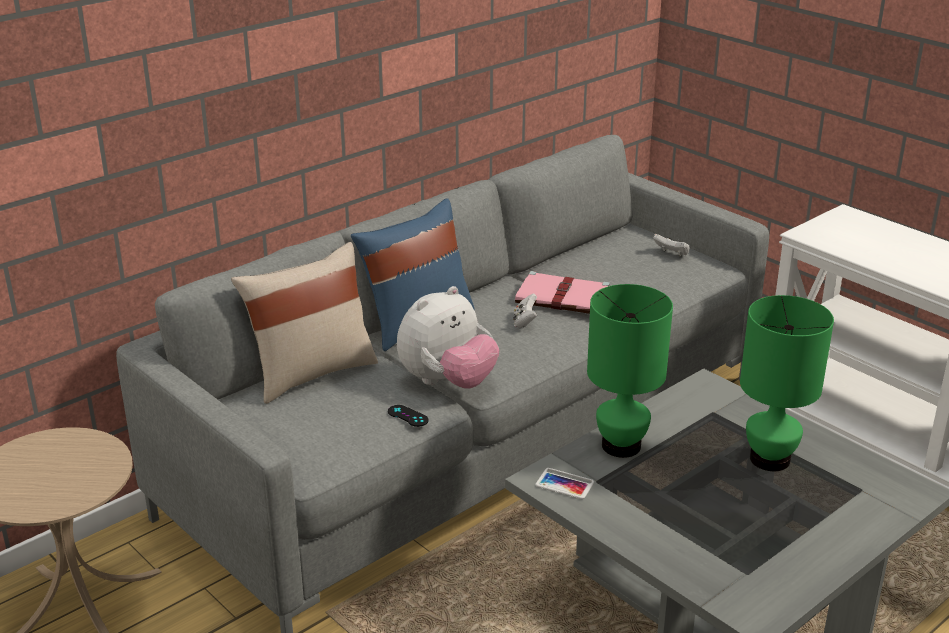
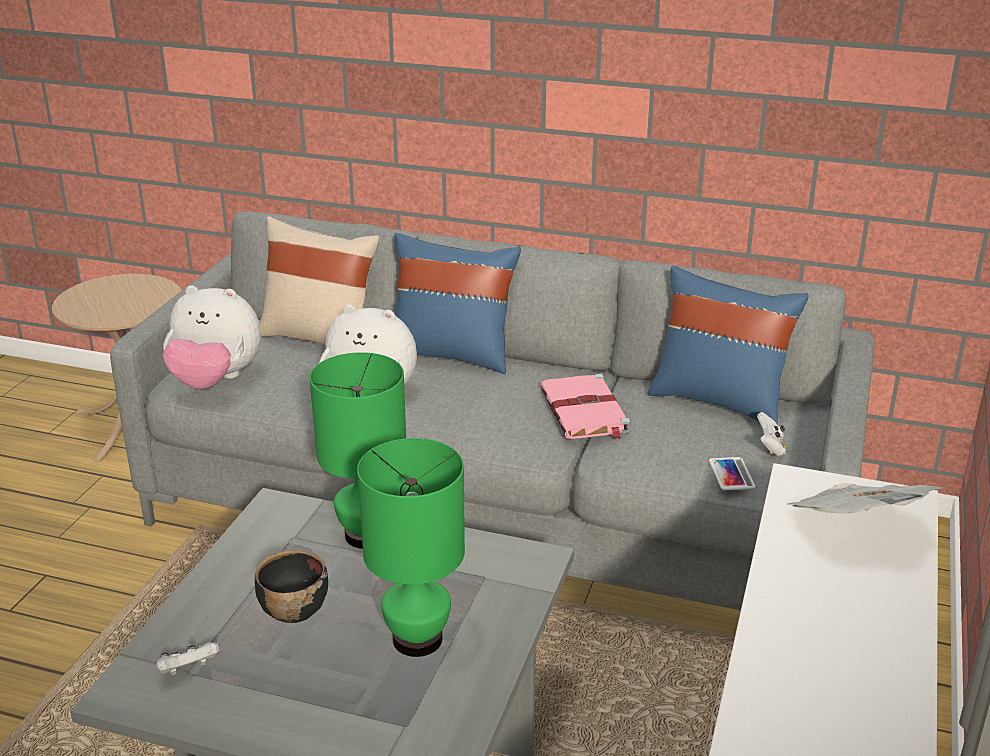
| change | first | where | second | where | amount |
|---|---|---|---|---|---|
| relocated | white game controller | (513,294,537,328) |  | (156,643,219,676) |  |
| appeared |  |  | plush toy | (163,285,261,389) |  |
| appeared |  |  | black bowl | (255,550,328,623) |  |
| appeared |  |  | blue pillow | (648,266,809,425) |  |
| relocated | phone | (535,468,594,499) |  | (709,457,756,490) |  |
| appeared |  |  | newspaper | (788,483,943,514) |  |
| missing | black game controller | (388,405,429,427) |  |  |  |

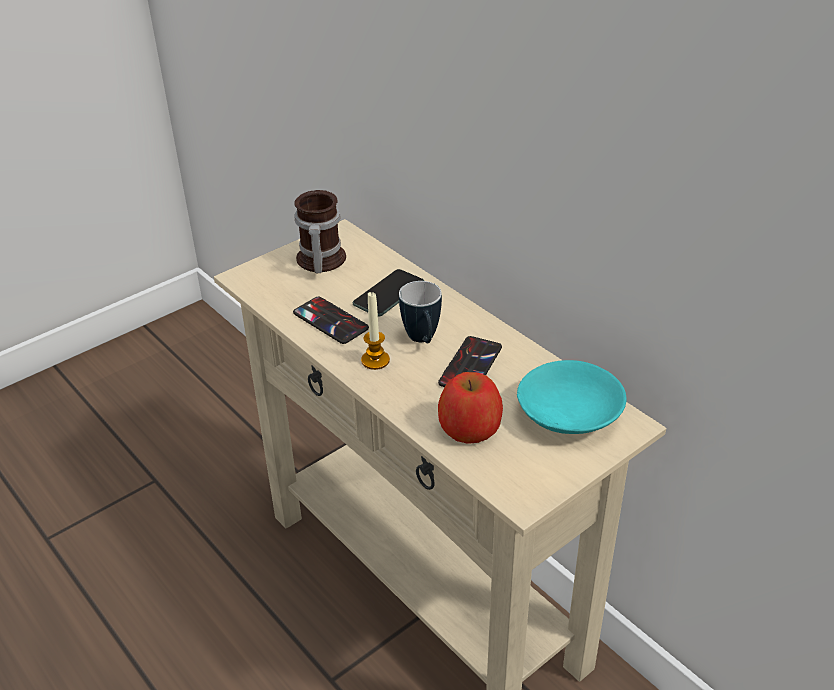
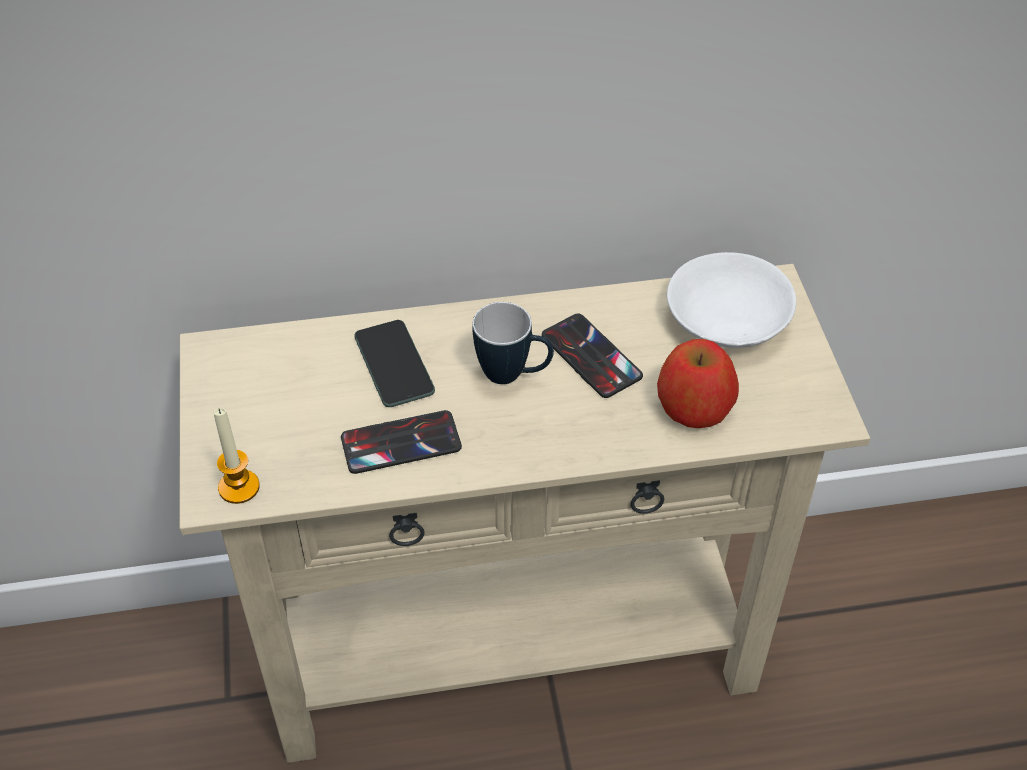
| change | first | where | second | where | amount |
|---|---|---|---|---|---|
| relocated | candle | (361,291,390,370) |  | (214,408,260,504) |  |
| colour | turquoise bowl | (517,360,626,434) | white bowl | (667,252,796,348) |  |
| missing | mug | (294,190,346,273) |  |  |  |

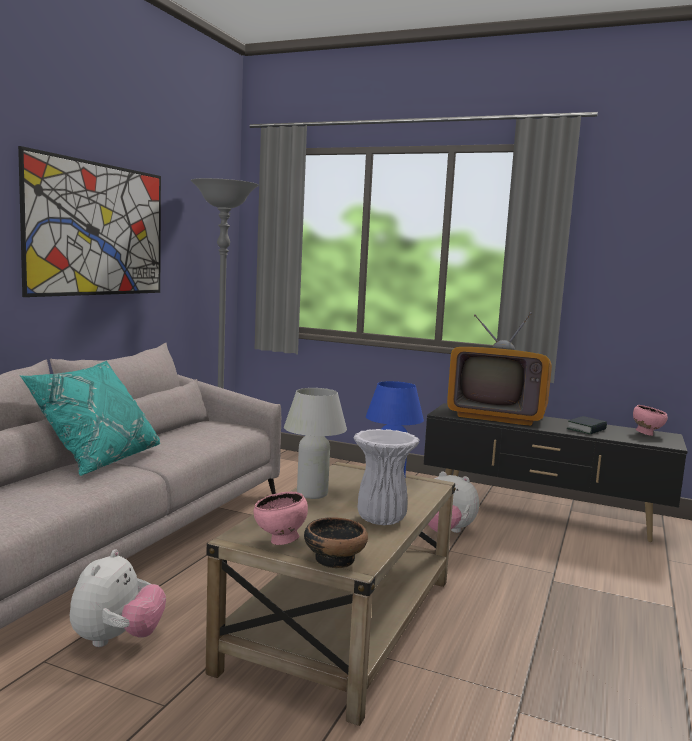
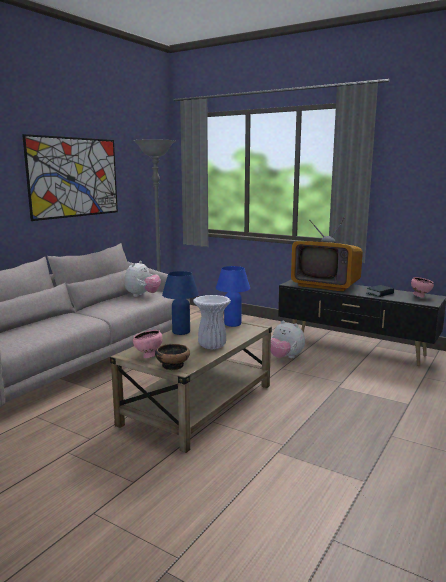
| change | first | where | second | where | amount |
|---|---|---|---|---|---|
| relocated | plush toy | (70,549,166,647) |  | (124,261,161,297) |  |
| colour | white table lamp | (284,388,347,499) | blue table lamp | (162,271,199,335) |  |
| missing | turquoise pillow | (20,361,161,476) |  |  |  |

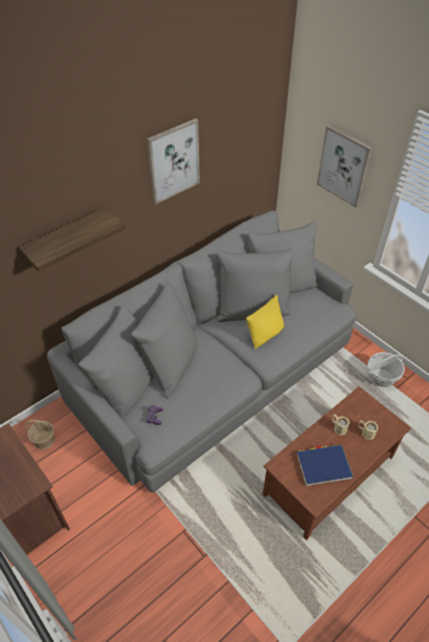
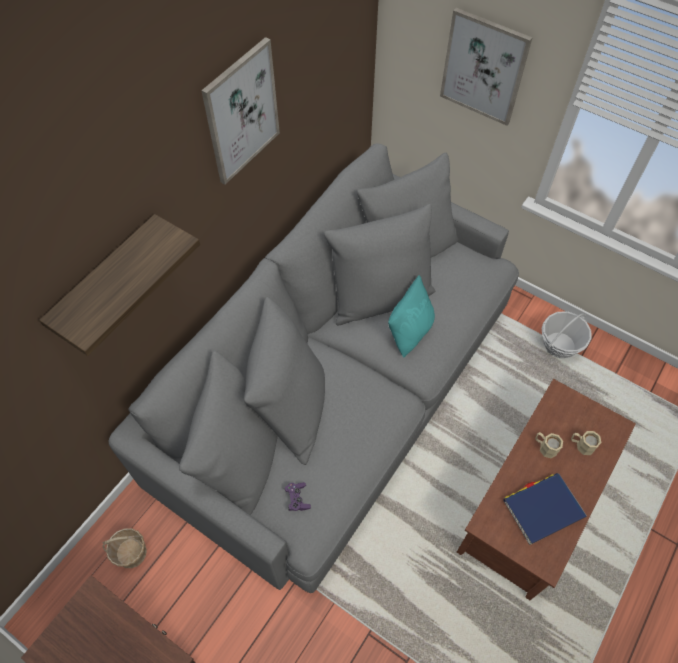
| change | first | where | second | where | amount |
|---|---|---|---|---|---|
| colour | yellow pillow | (246,295,285,349) | turquoise pillow | (388,275,435,358) |  |

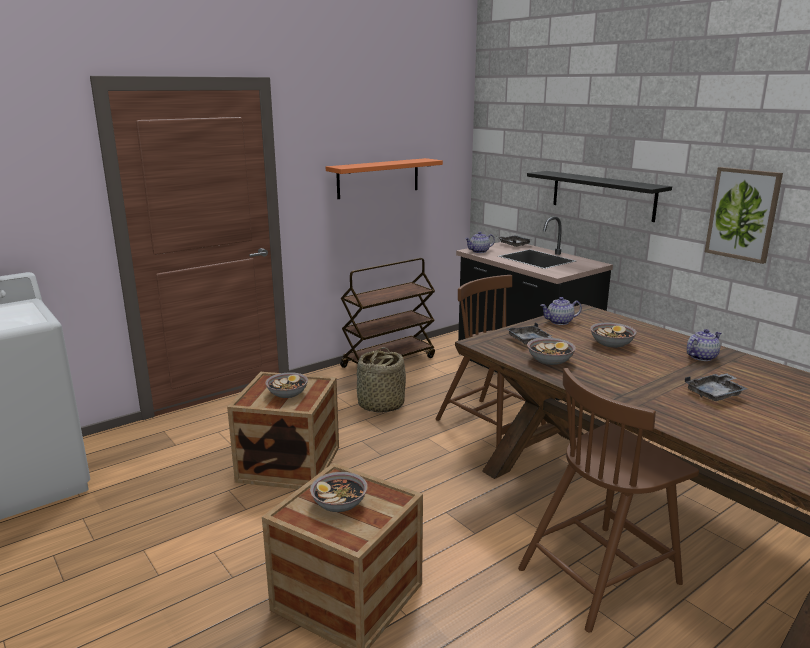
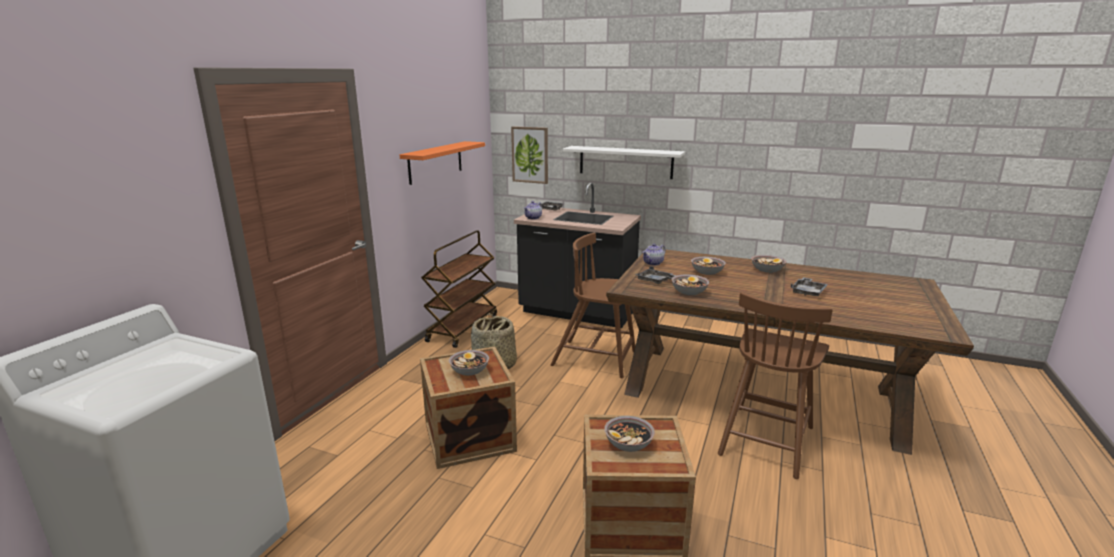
| change | first | where | second | where | amount |
|---|---|---|---|---|---|
| relocated | picture | (705,167,783,264) |  | (511,126,548,184) |  |
| colour | black shelf | (527,171,672,222) | white shelf | (563,146,685,179) |  |
| exchanged | teapot | (687,329,721,361) | bowl | (751,255,787,273) |  |

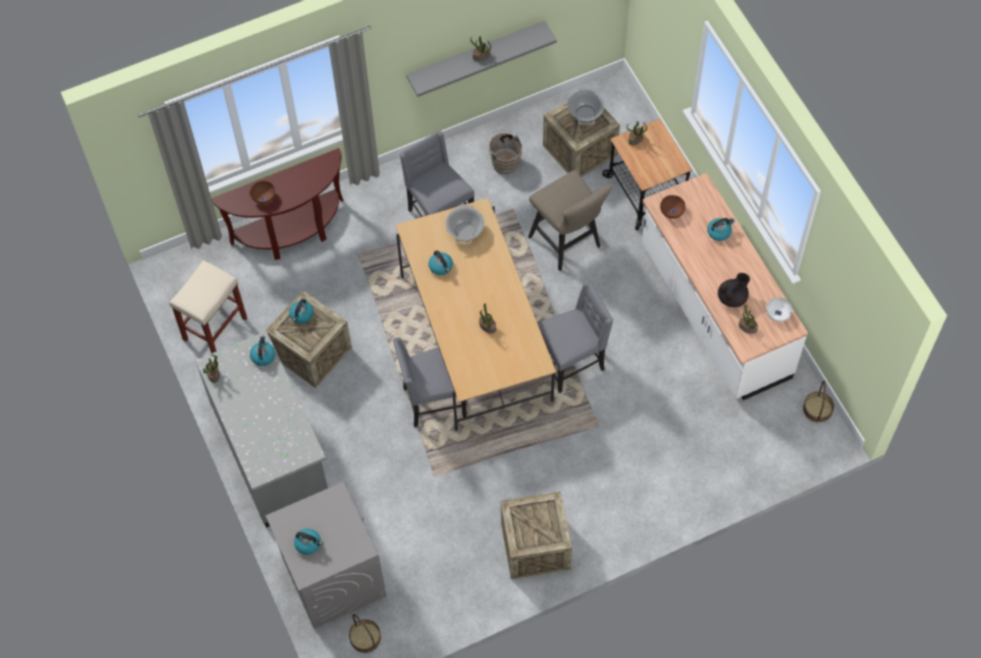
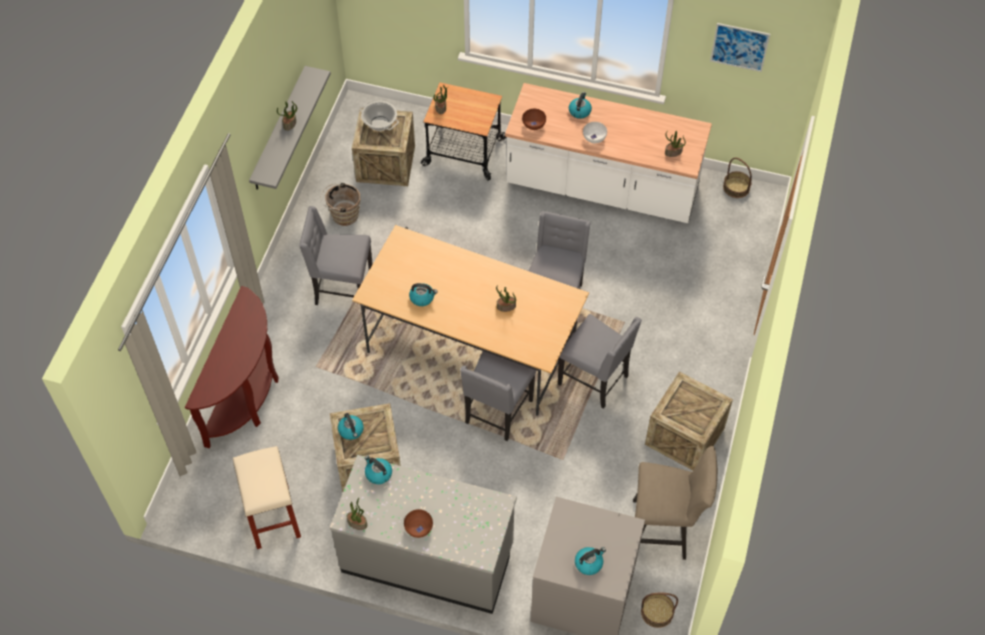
| change | first | where | second | where | amount |
|---|---|---|---|---|---|
| relocated | brown bowl | (250,181,275,204) |  | (404,509,433,538) |  |
| appeared |  |  | grey chair | (558,314,642,409) |  |
| relocated | white bowl | (766,297,792,322) |  | (583,122,607,143) |  |
| relocated | beige stool | (528,170,612,271) |  | (633,446,718,560) |  |
| appeared |  |  | picture | (710,23,770,72) |  |
| missing | cooking pot | (446,205,484,244) |  |  |  |
| missing | black teapot | (718,273,750,307) |  |  |  |

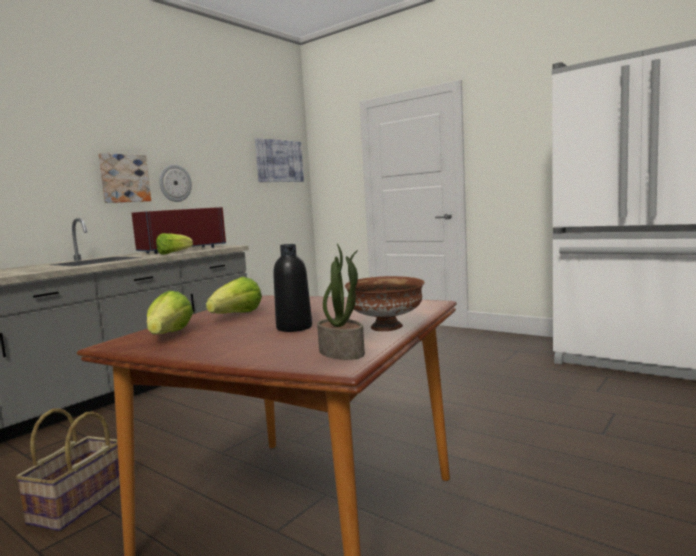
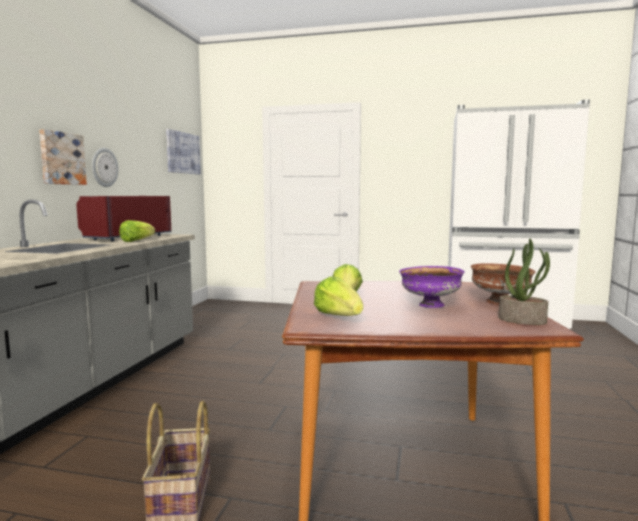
| change | first | where | second | where | amount |
|---|---|---|---|---|---|
| exchanged | black bottle | (273,244,312,332) | purple bowl | (399,266,465,308) |  |

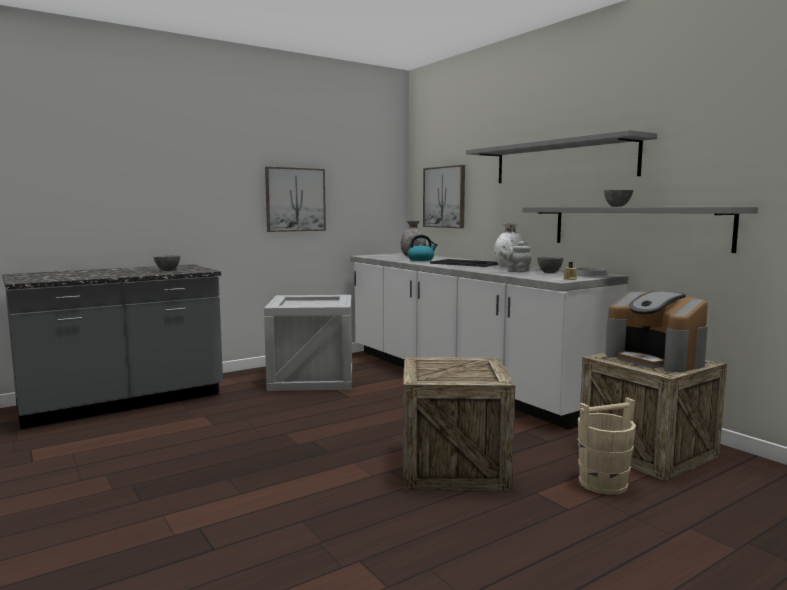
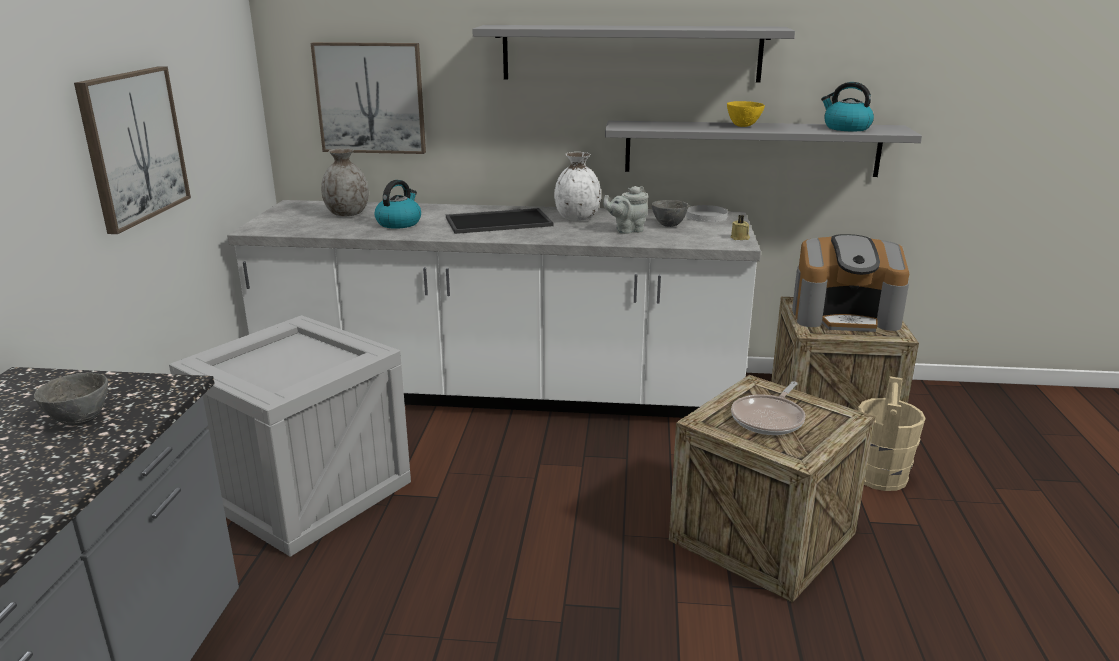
| change | first | where | second | where | amount |
|---|---|---|---|---|---|
| colour | grey bowl | (604,190,633,207) | yellow bowl | (727,101,765,127) |  |
| appeared |  |  | frying pan | (731,381,805,435) |  |
| appeared |  |  | kettle | (821,82,874,131) |  |

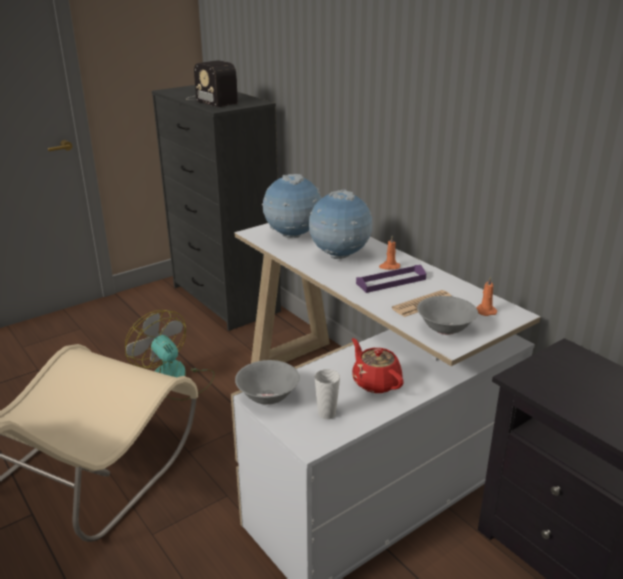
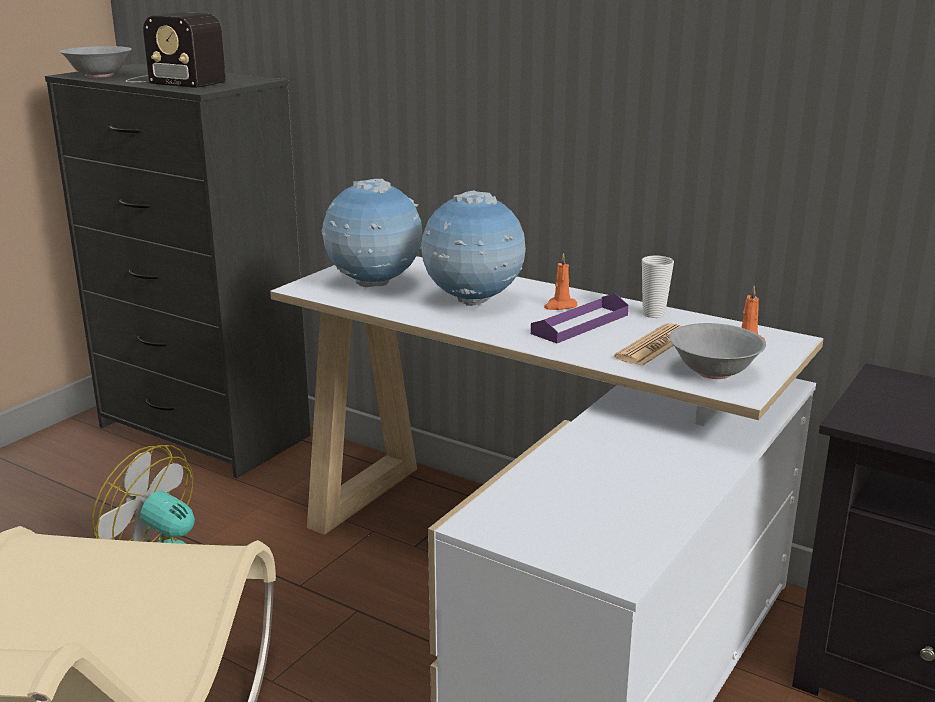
| change | first | where | second | where | amount |
|---|---|---|---|---|---|
| relocated | grey bowl | (235,360,300,405) |  | (60,46,132,78) |  |
| relocated | cup | (315,369,340,419) |  | (642,256,674,318) |  |
| missing | red teapot | (352,338,404,393) |  |  |  |

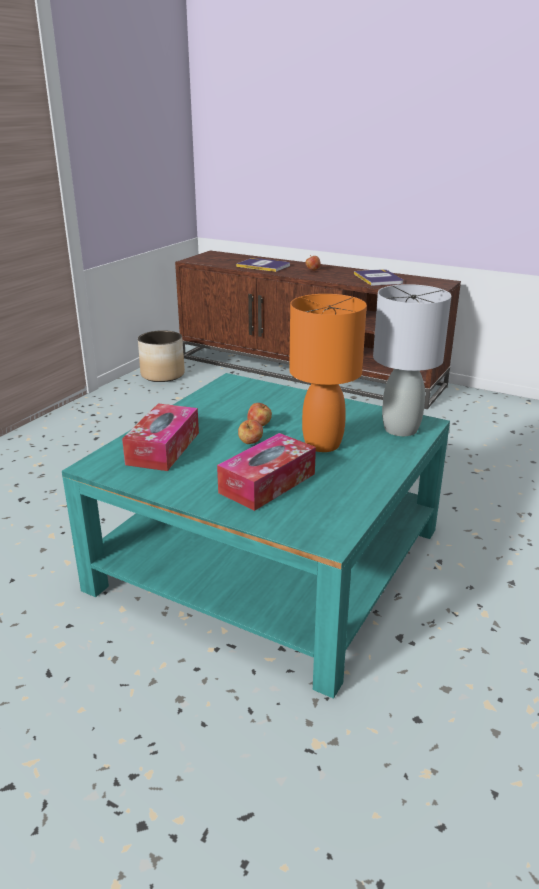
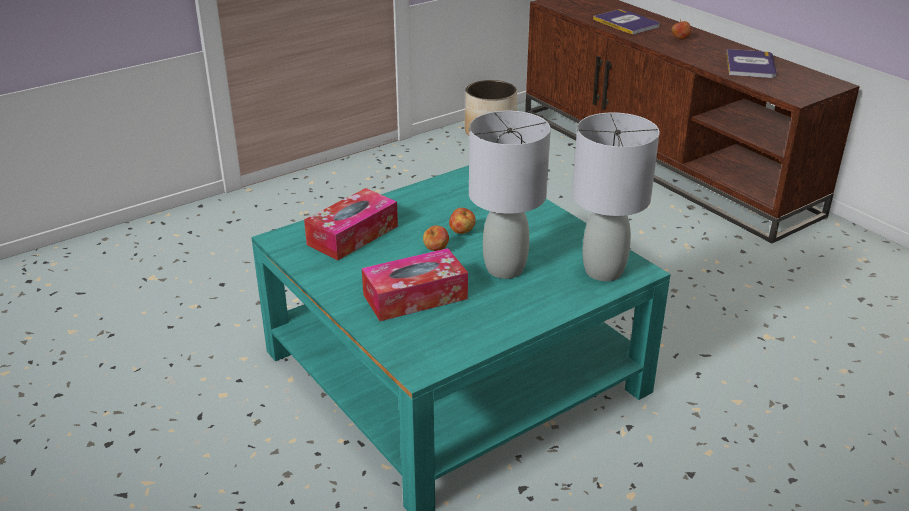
| change | first | where | second | where | amount |
|---|---|---|---|---|---|
| colour | orange table lamp | (289,294,367,452) | grey table lamp | (469,111,551,279) |  |

